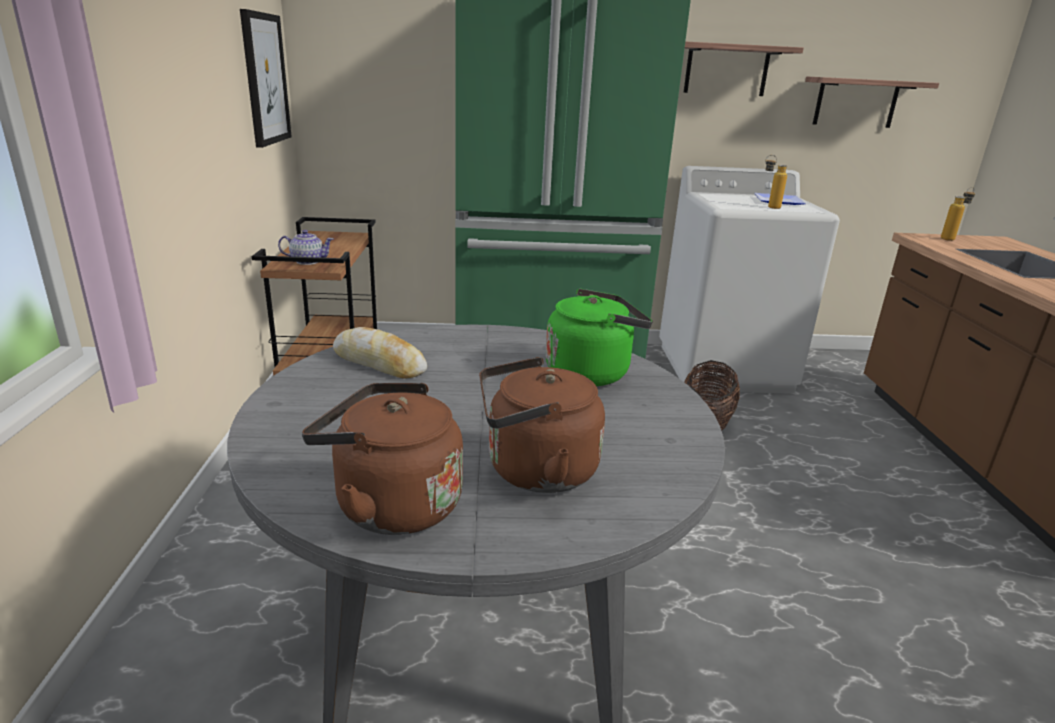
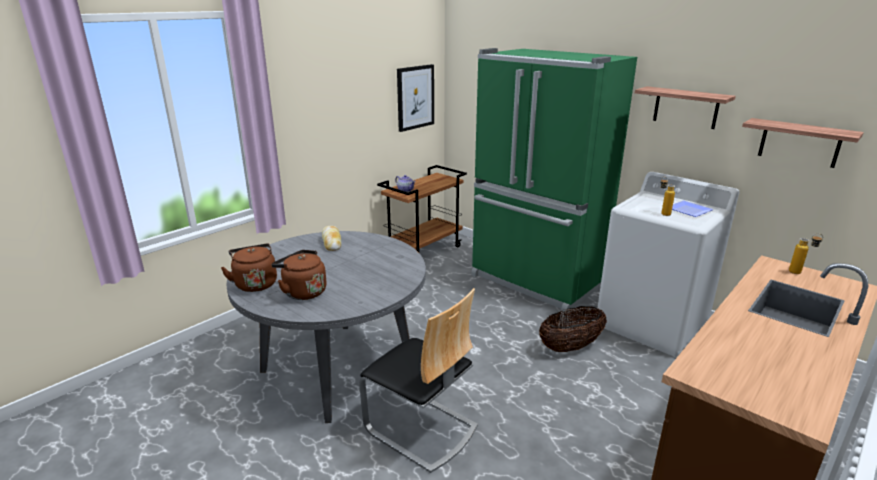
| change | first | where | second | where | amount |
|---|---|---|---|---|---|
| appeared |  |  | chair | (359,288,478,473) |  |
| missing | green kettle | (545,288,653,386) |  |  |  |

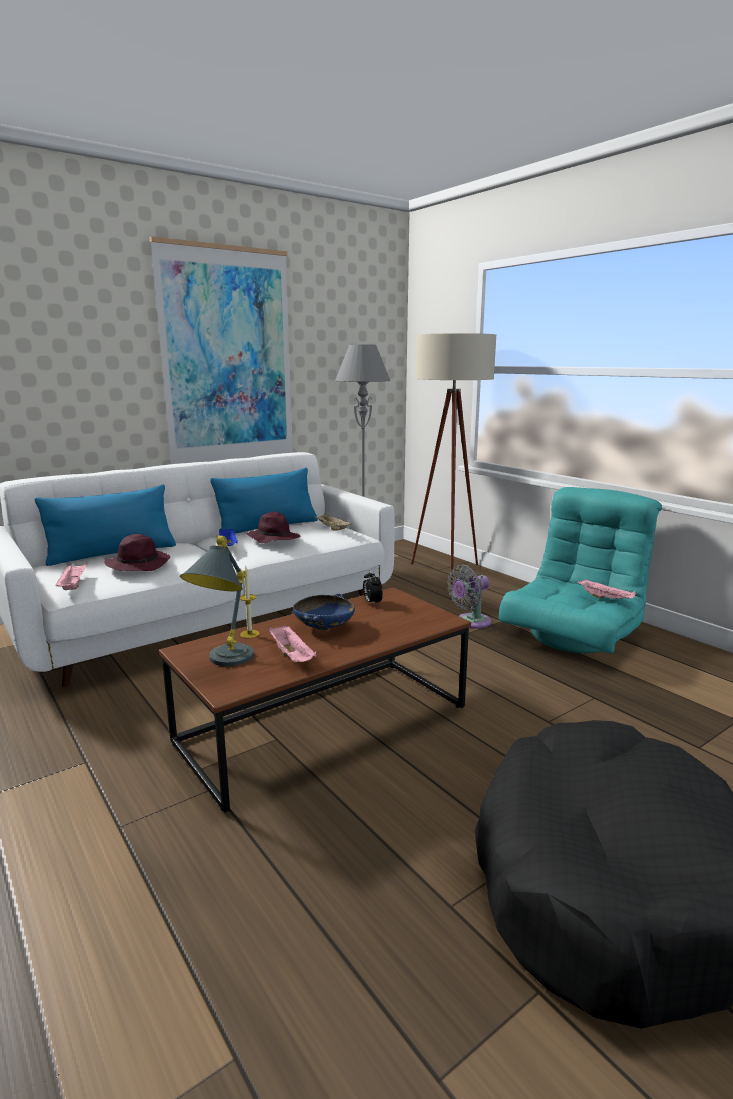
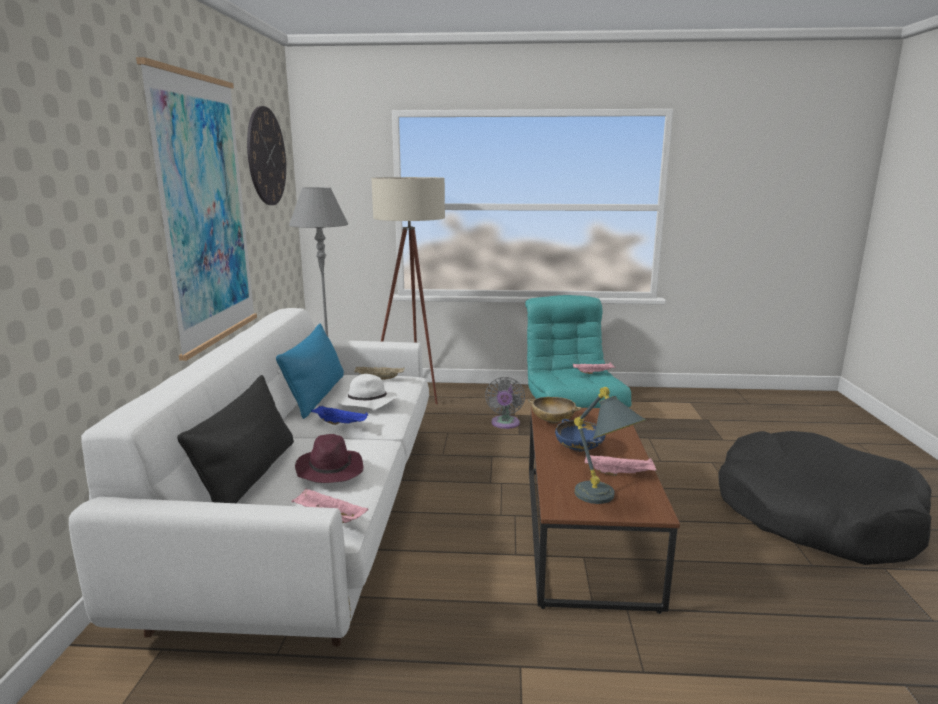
| change | first | where | second | where | amount |
|---|---|---|---|---|---|
| colour | blue pillow | (34,485,176,566) | black pillow | (177,375,294,503) |  |
| appeared |  |  | wall clock | (247,106,286,205) |  |
| colour | purple hat | (247,512,300,543) | white hat | (337,374,397,409) |  |
| exchanged | alarm clock | (363,569,383,606) | beige bowl | (528,397,581,424) |  |
| missing | candle | (240,566,260,638) |  |  |  |

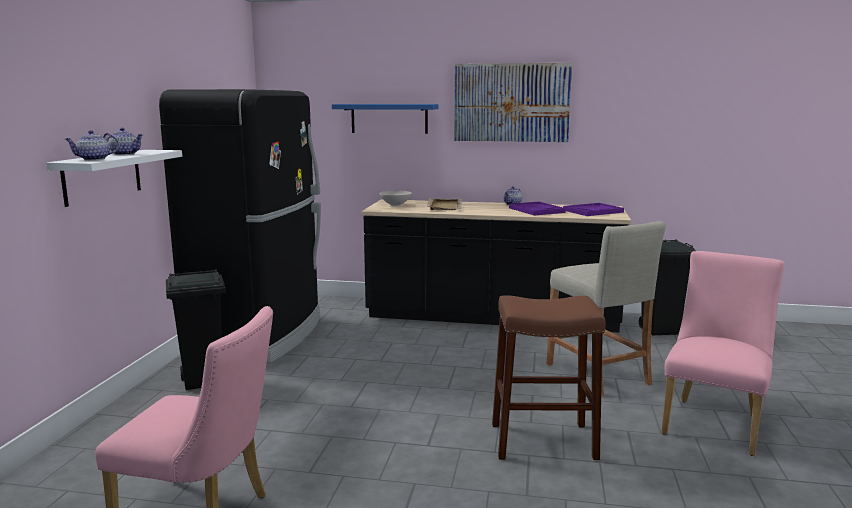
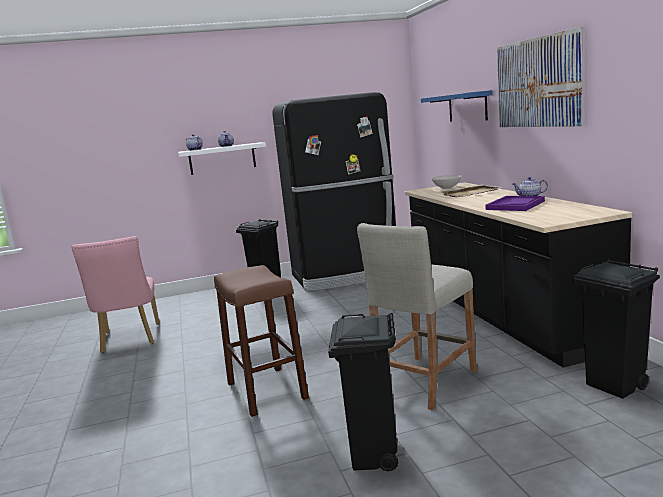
| change | first | where | second | where | amount |
|---|---|---|---|---|---|
| exchanged | pink chair | (661,251,785,456) | black trash can | (328,313,398,471) |  |
| missing | purple tray | (563,203,624,216) |  |  |  |

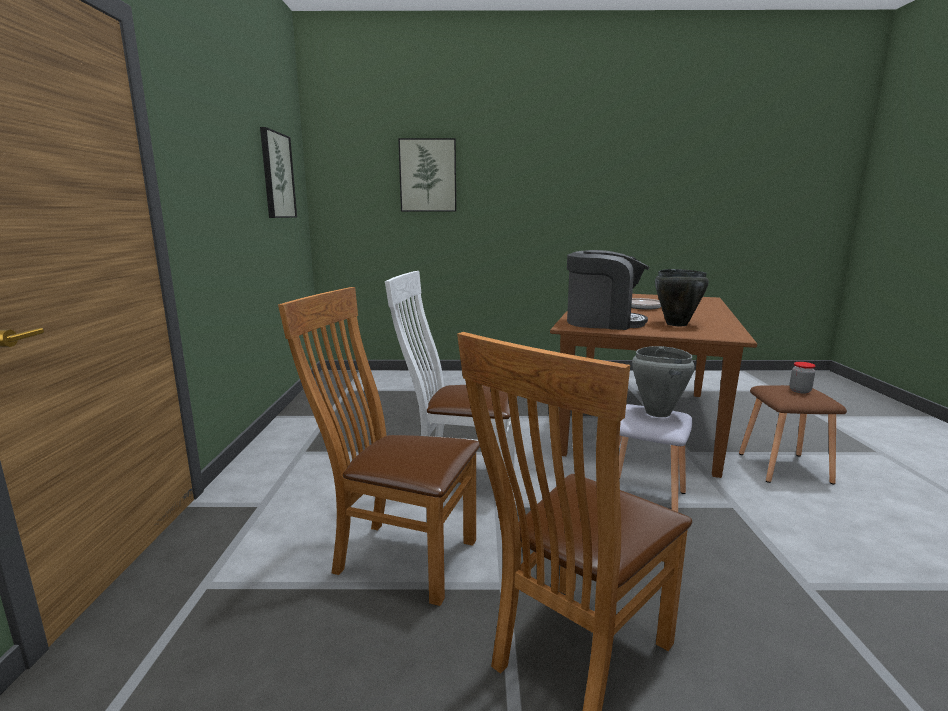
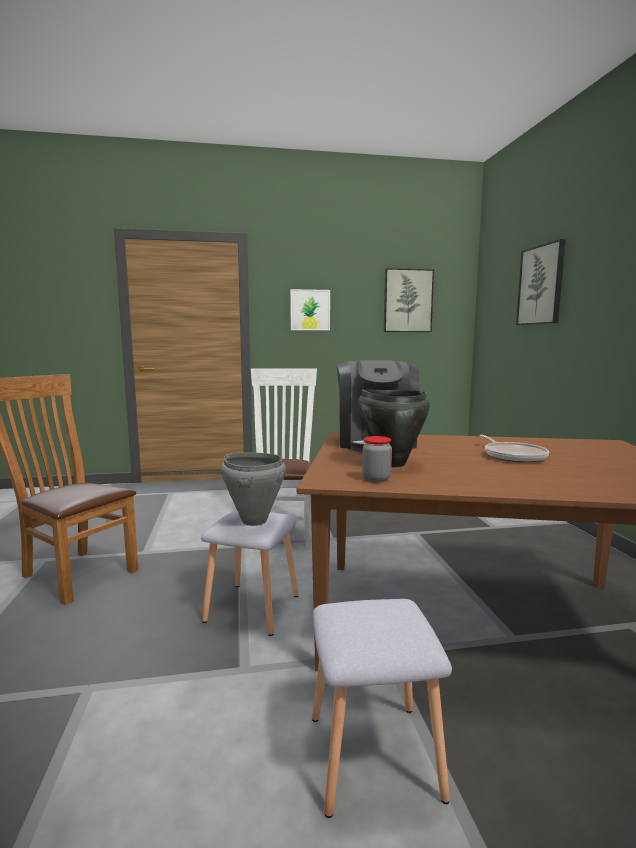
| change | first | where | second | where | amount |
|---|---|---|---|---|---|
| appeared |  |  | picture | (290,289,330,330) |  |
| colour | brown stool | (739,385,847,485) | grey stool | (312,599,452,818) |  |
| relocated | jar | (789,362,815,394) |  | (362,436,392,482) |  |
| missing | brown chair | (278,287,480,606) |  |  |  |

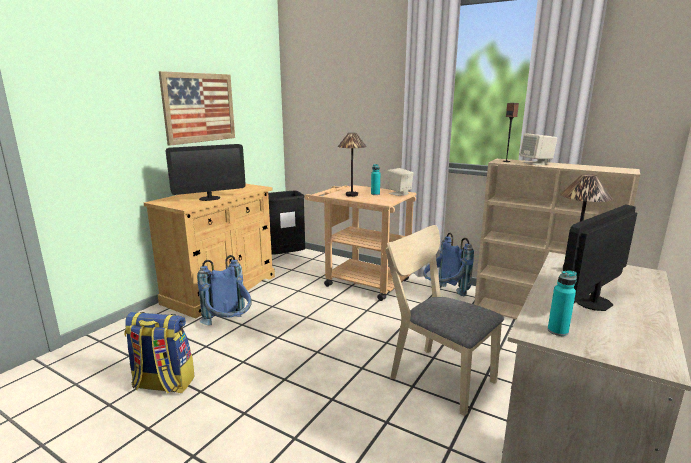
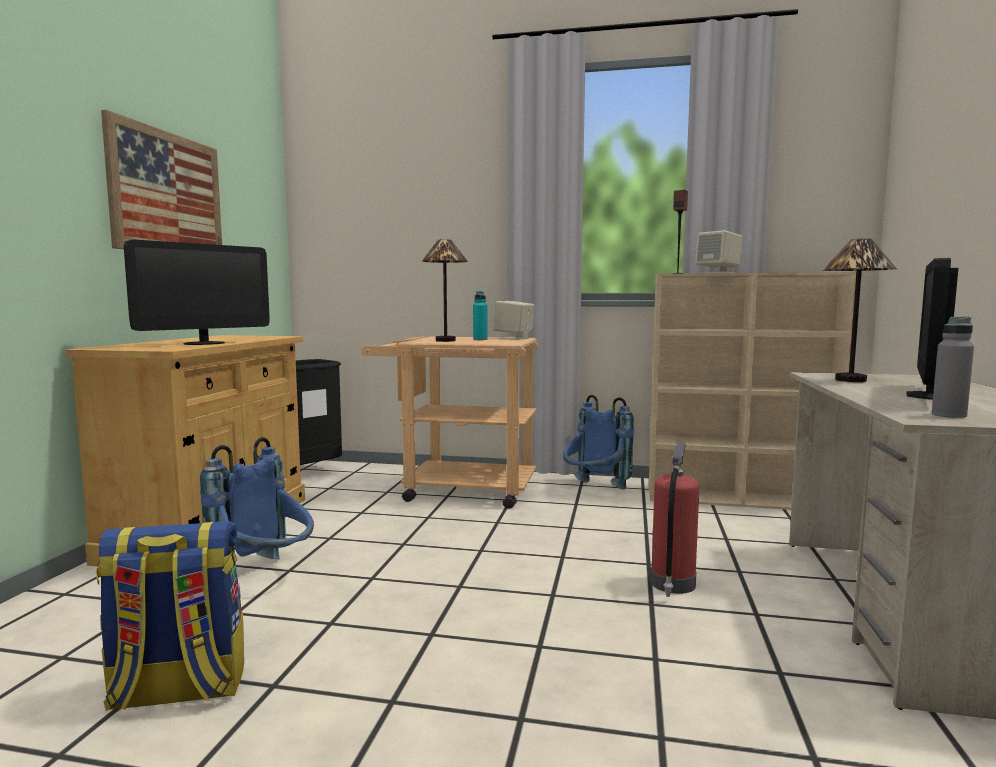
| change | first | where | second | where | amount |
|---|---|---|---|---|---|
| exchanged | beige chair | (385,225,504,416) | fire extinguisher | (651,443,699,597) |  |
| colour | turquoise bottle | (548,271,577,336) | grey bottle | (932,316,974,418) |  |

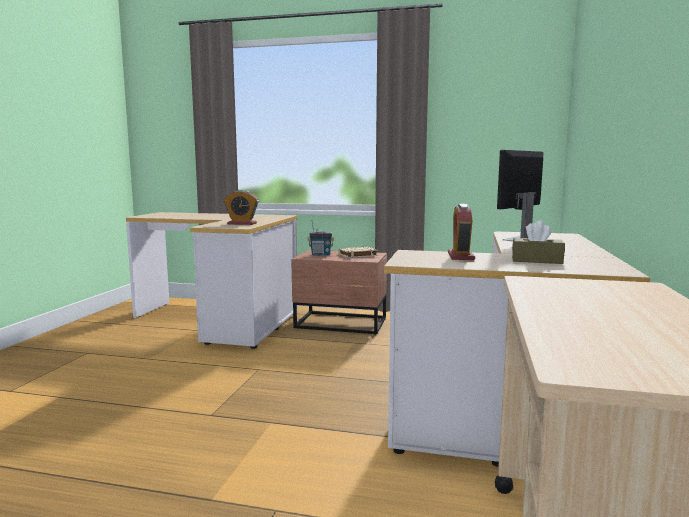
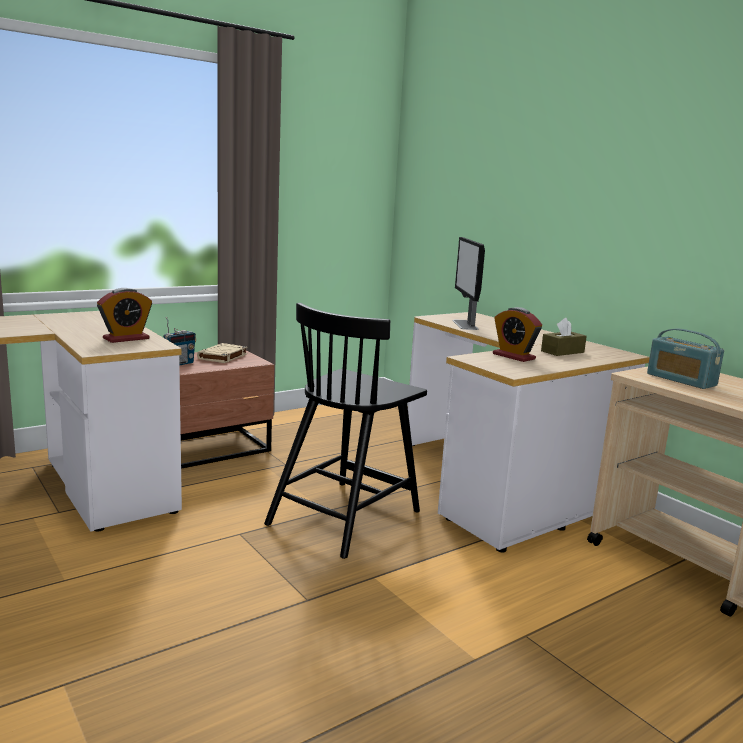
| change | first | where | second | where | amount |
|---|---|---|---|---|---|
| appeared |  |  | black chair | (264,303,427,559) |  |
| appeared |  |  | radio | (647,329,724,389) |  |

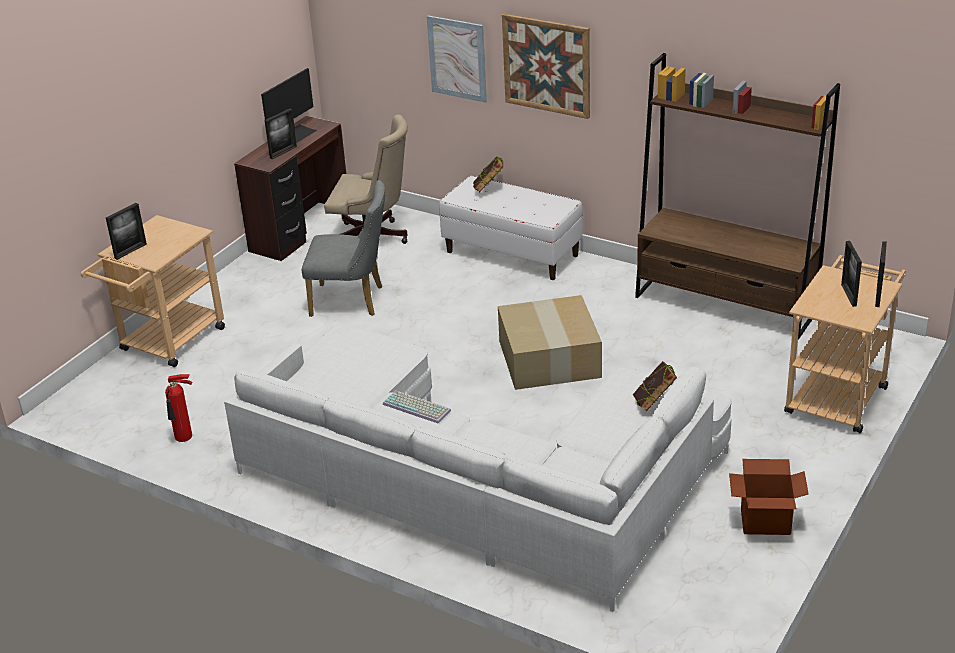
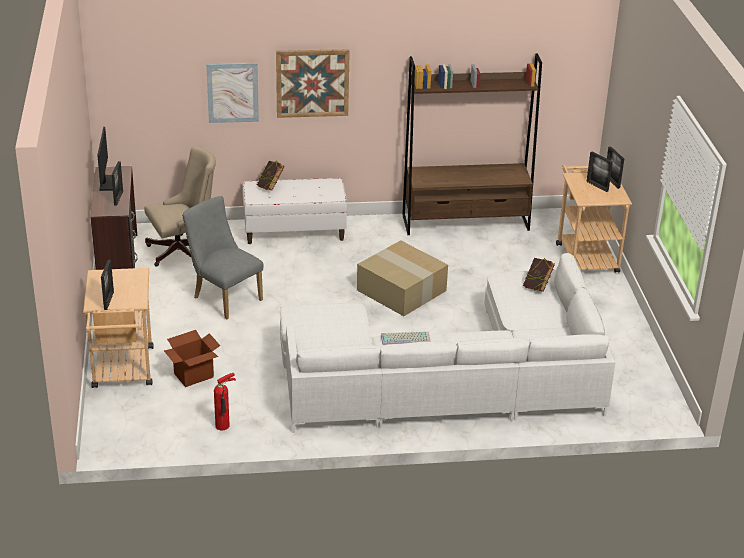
| change | first | where | second | where | amount |
|---|---|---|---|---|---|
| relocated | cardboard box | (729,459,809,535) |  | (164,330,220,387) |  |
| spun | grey chair | (302,180,385,317) |  | (182,196,263,319) | 105 degrees counterclockwise |

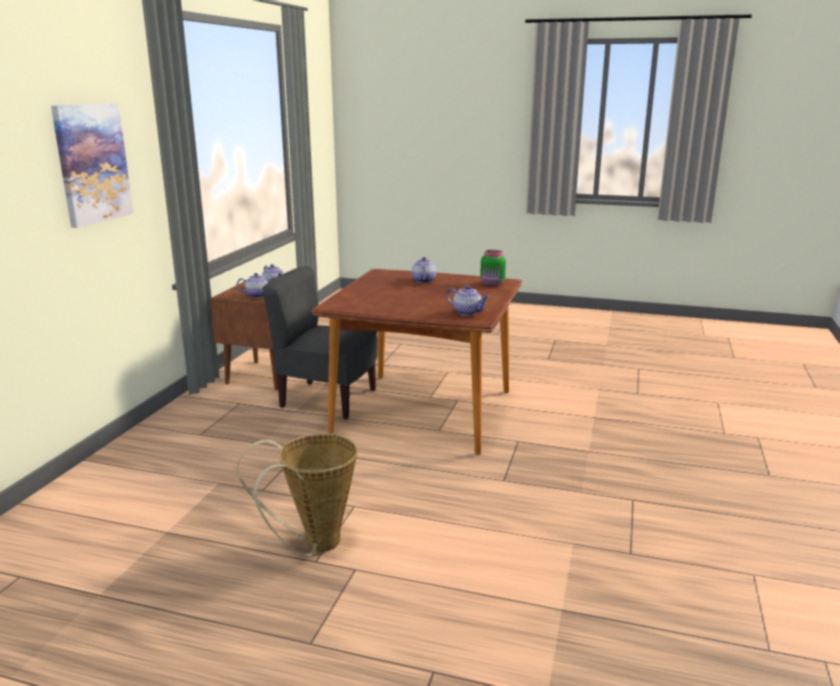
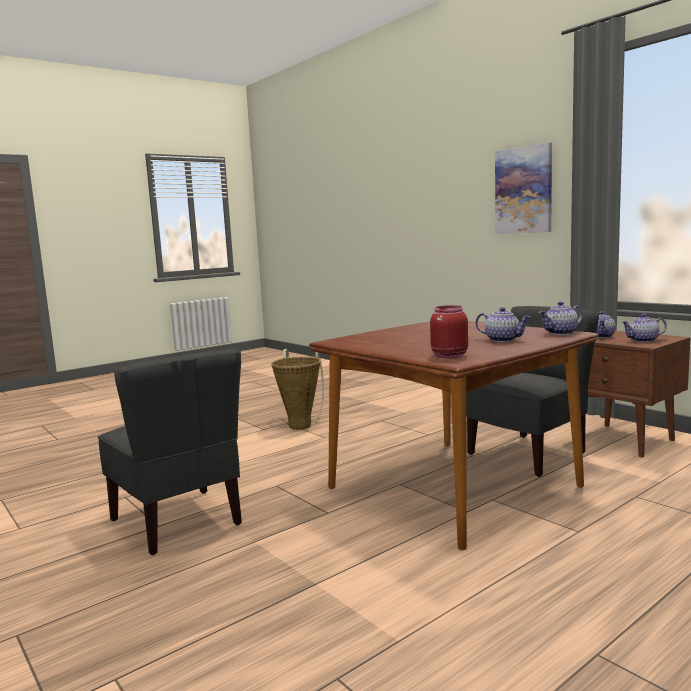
| change | first | where | second | where | amount |
|---|---|---|---|---|---|
| appeared |  |  | grey chair | (98,349,242,555) |  |
| colour | green jar | (480,250,506,286) | red jar | (430,305,468,358) |  |
| relocated | teapot | (446,285,490,316) |  | (539,301,582,335) |  |

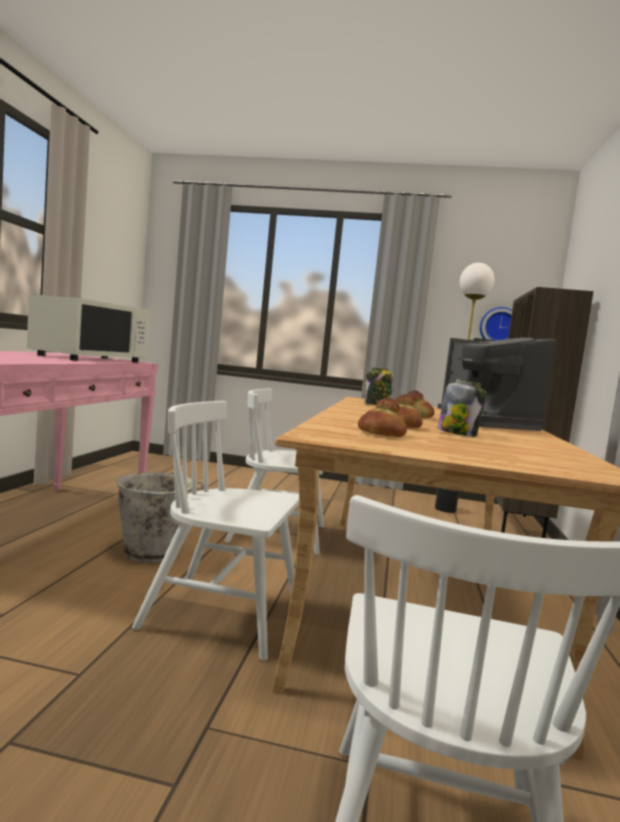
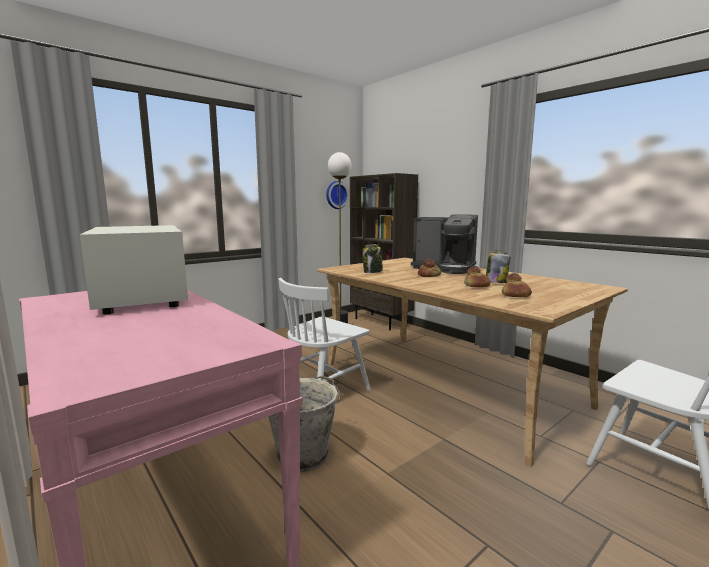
| change | first | where | second | where | amount |
|---|---|---|---|---|---|
| missing | white chair | (132,401,299,661) |  |  |  |

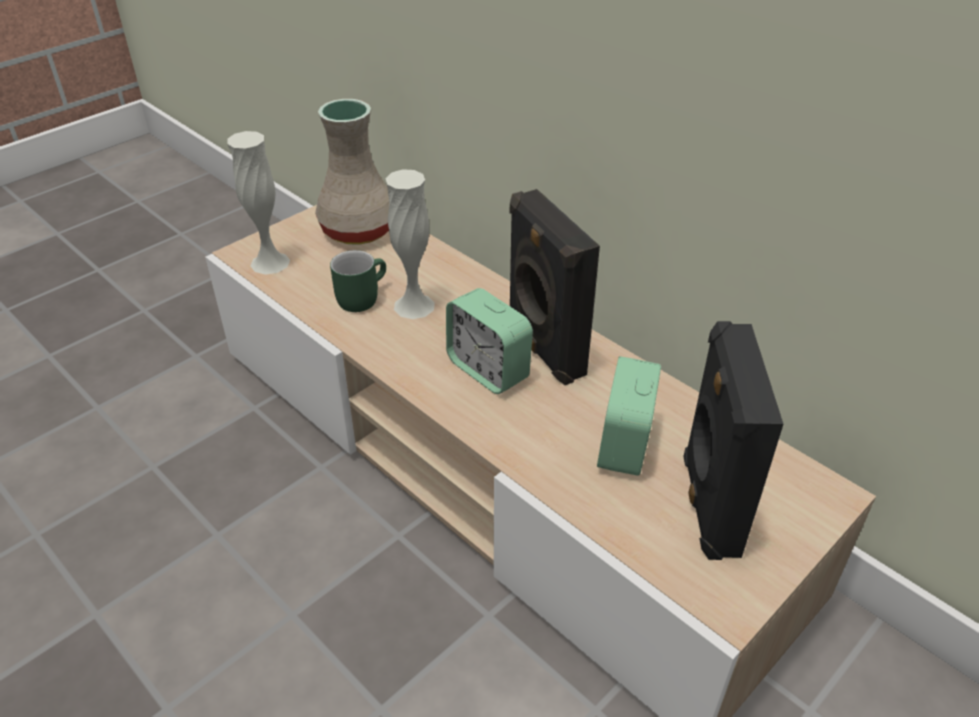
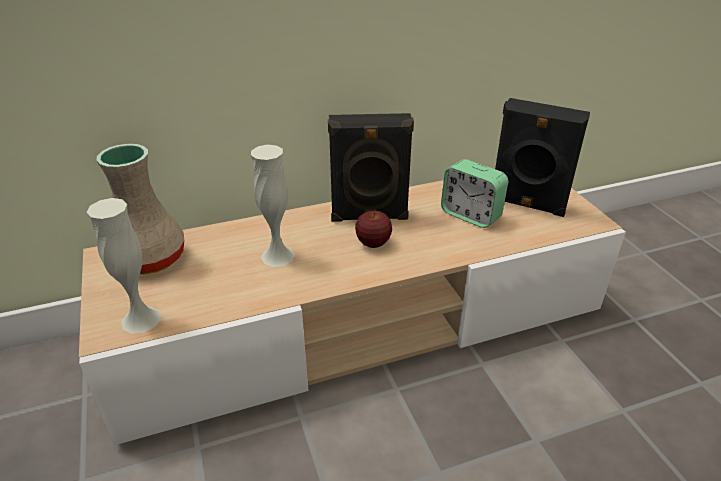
| change | first | where | second | where | amount |
|---|---|---|---|---|---|
| exchanged | alarm clock | (446,288,533,394) | apple | (355,211,392,248) |  |
| missing | green mug | (330,250,386,312) |  |  |  |

